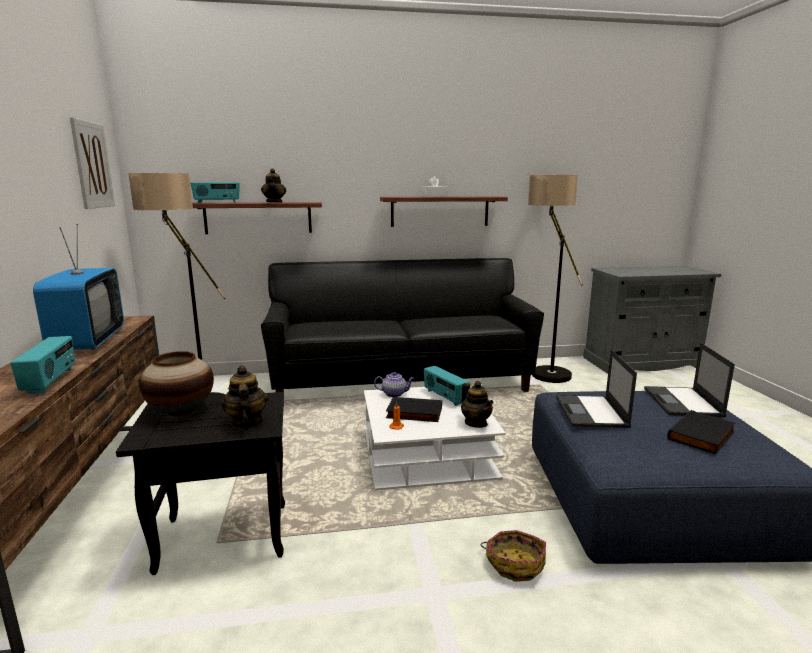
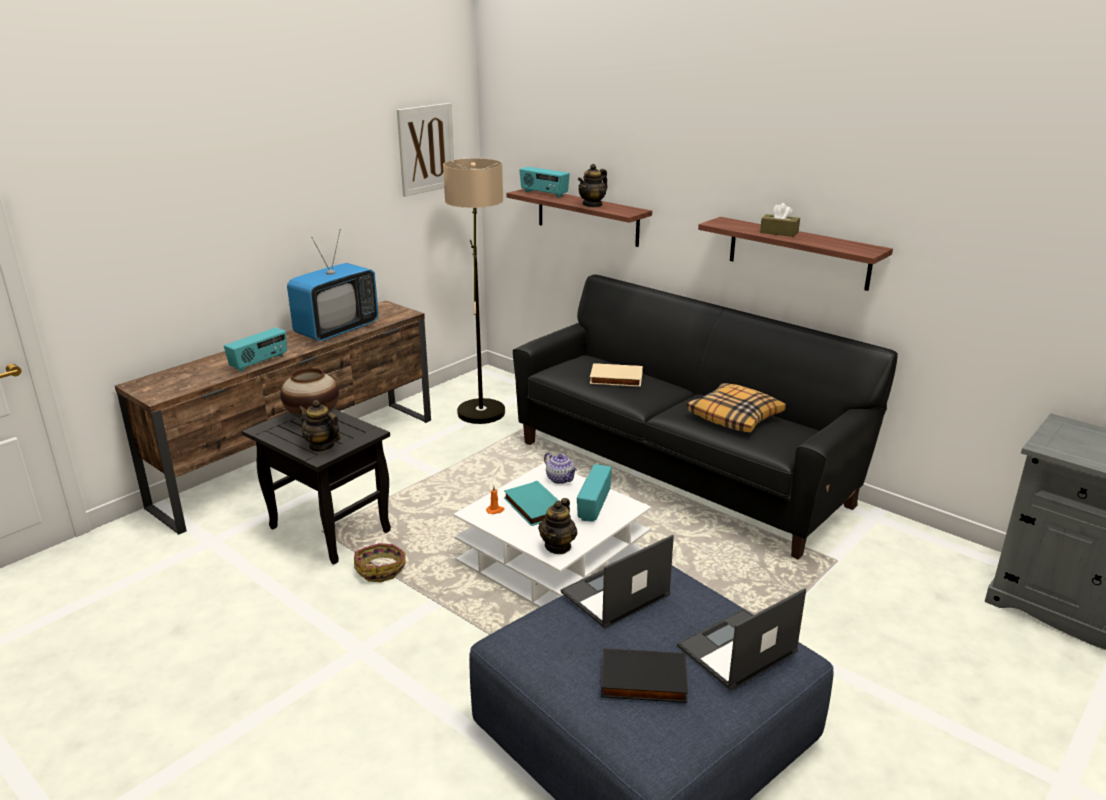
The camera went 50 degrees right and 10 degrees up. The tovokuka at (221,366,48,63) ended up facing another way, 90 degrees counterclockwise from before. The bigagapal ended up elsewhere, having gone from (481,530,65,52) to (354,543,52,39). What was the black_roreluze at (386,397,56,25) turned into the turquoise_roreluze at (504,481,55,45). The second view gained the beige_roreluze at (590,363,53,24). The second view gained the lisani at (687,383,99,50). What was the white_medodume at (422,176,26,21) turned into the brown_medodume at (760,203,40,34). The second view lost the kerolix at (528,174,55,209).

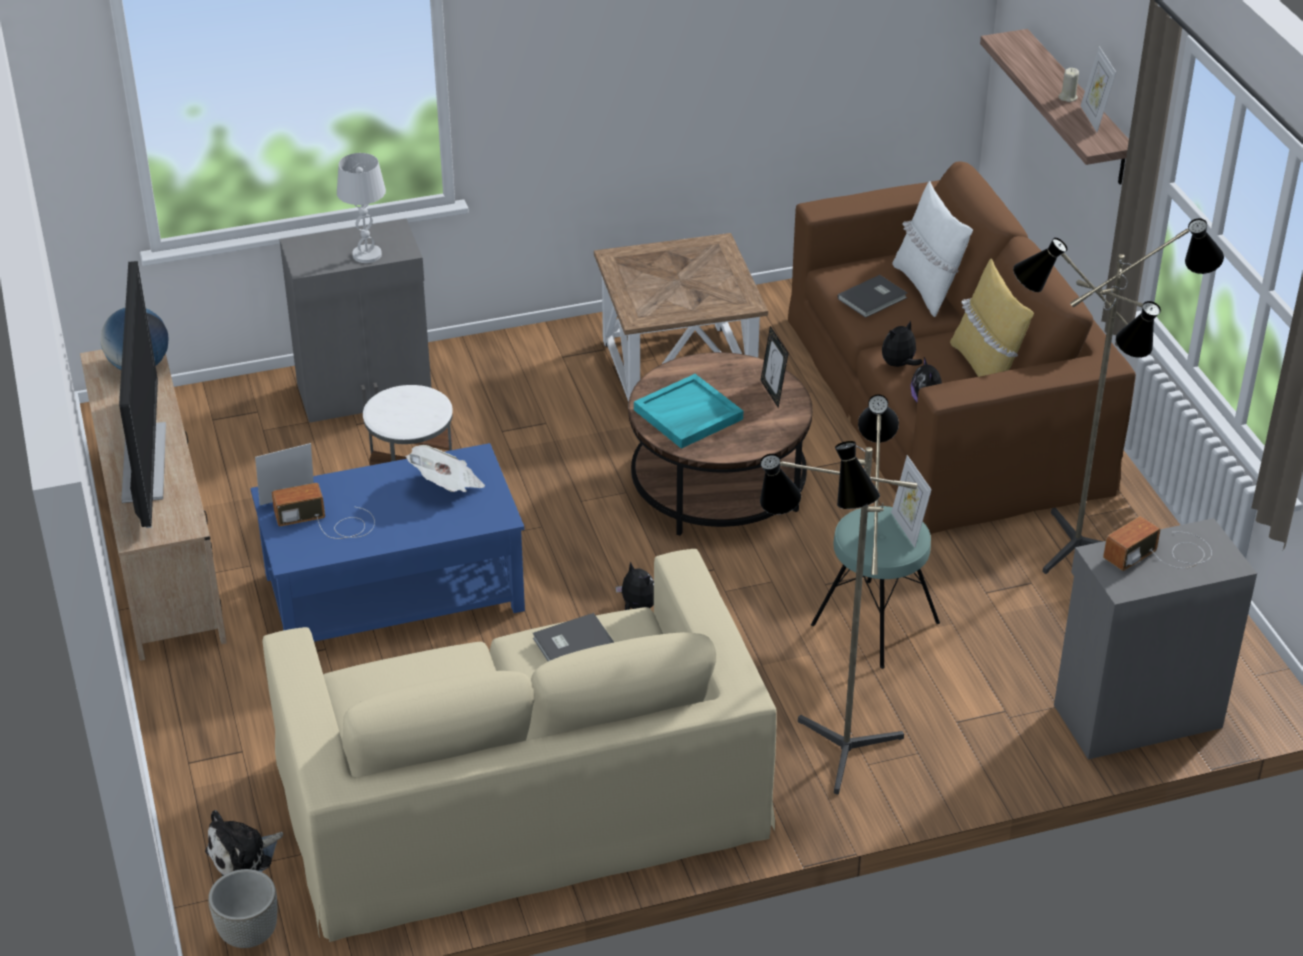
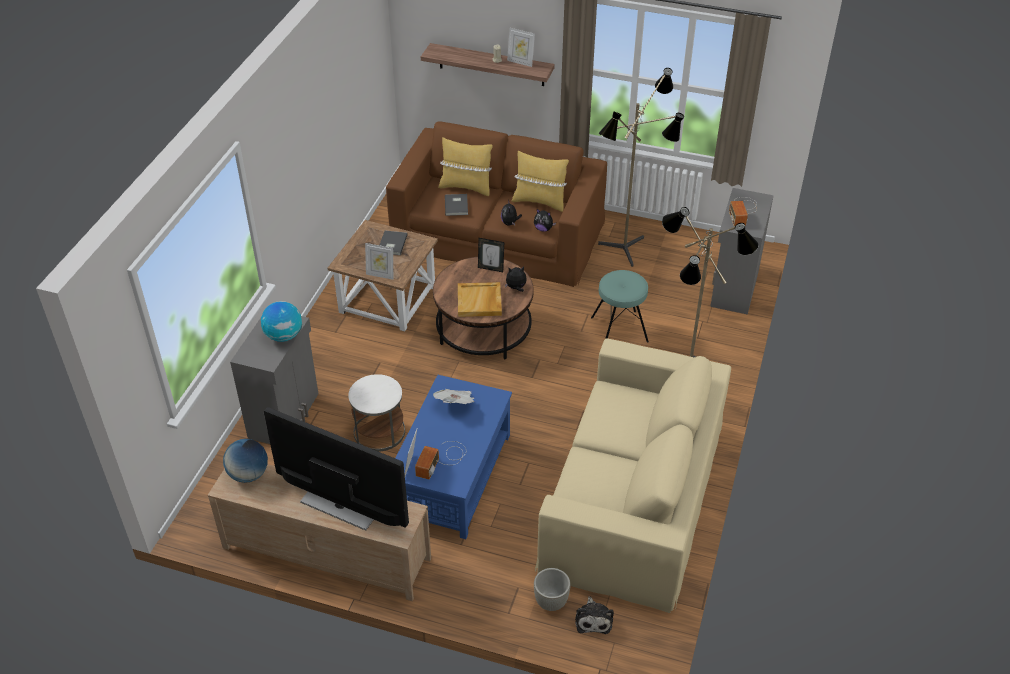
The camera went 55 degrees left and 5 degrees up. Where the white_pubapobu stood at (337,153,49,110), the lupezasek came to stand at (261,301,41,41). The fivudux ended up elsewhere, having gone from (891,455,41,93) to (365,243,28,37). The grey_roreluze ended up elsewhere, having gone from (533,613,81,48) to (380,231,28,24). What was the white_lisani at (892,181,81,136) turned into the yellow_lisani at (438,137,55,59). What was the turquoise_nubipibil at (634,374,109,75) turned into the beige_nubipibil at (458,282,44,35). The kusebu ended up elsewhere, having gone from (615,561,39,49) to (505,267,22,25). The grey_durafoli ended up elsewhere, having gone from (208,869,69,79) to (534,568,37,43).

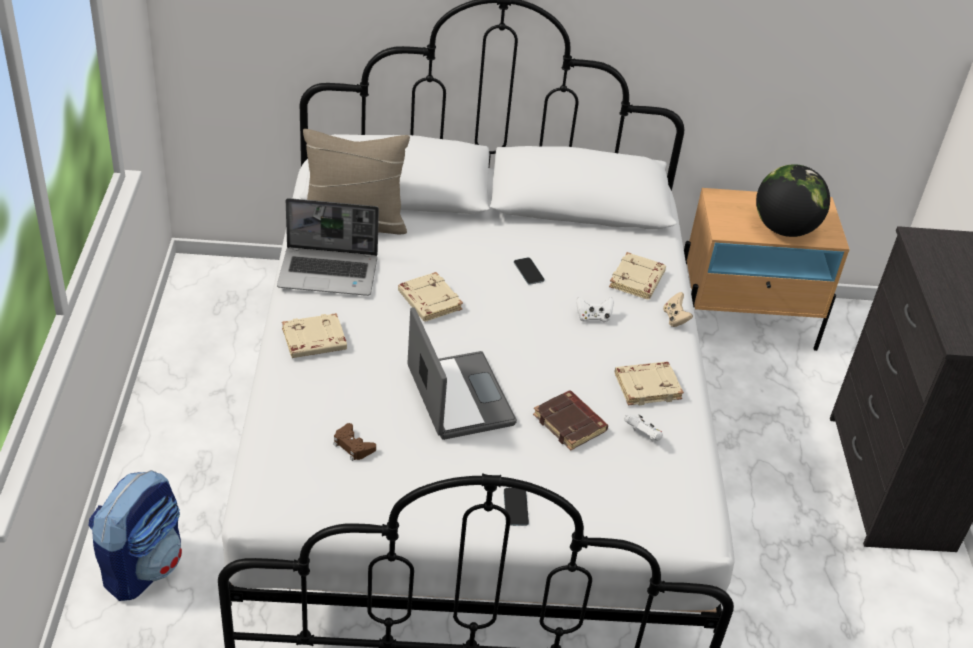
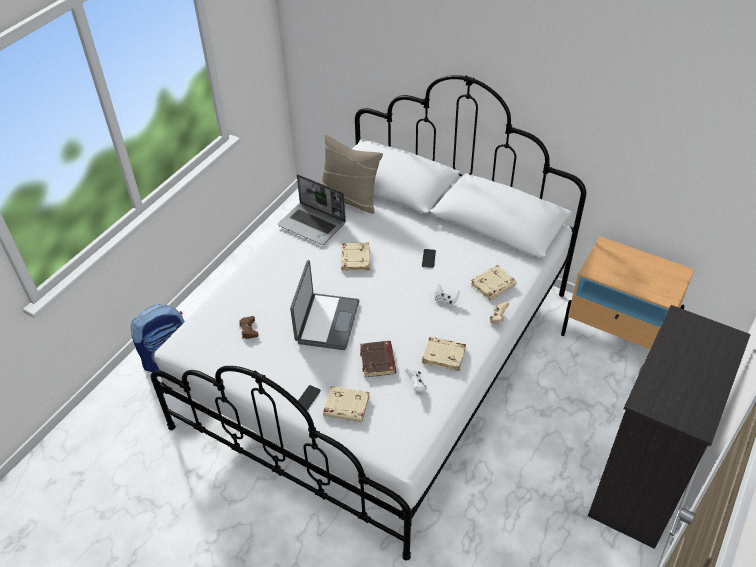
The camera went 35 degrees right and 5 degrees up. The beige_roreluze ended up elsewhere, having gone from (282,313,65,45) to (323,386,46,36). The second view lost the lupezasek at (756,164,74,73).

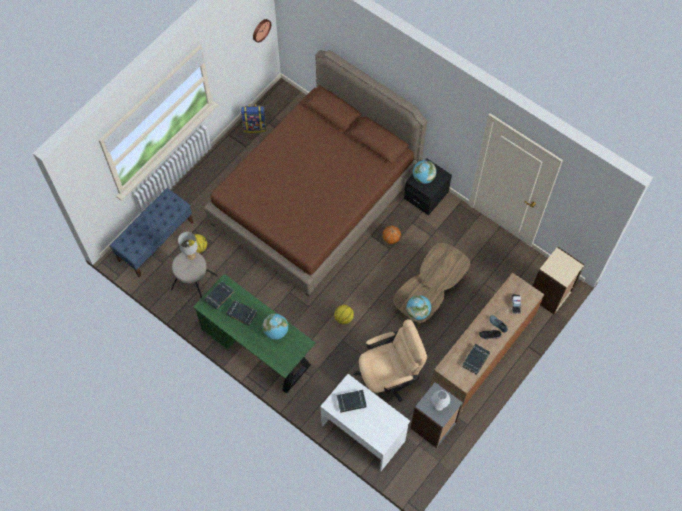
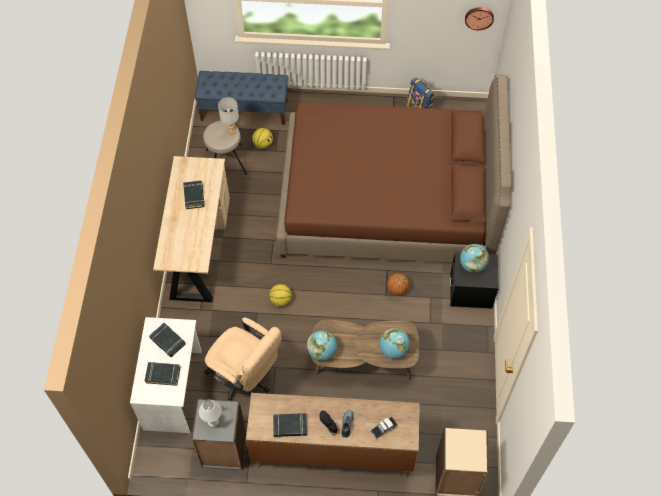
The camera went 55 degrees right and 5 degrees down. The black_roreluze ended up elsewhere, having gone from (205,281,29,29) to (145,362,35,24). What was the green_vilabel at (193,274,123,120) turned into the beige_vilabel at (153,156,77,146). The lupezasek ended up elsewhere, having gone from (262,314,26,26) to (379,328,31,31).

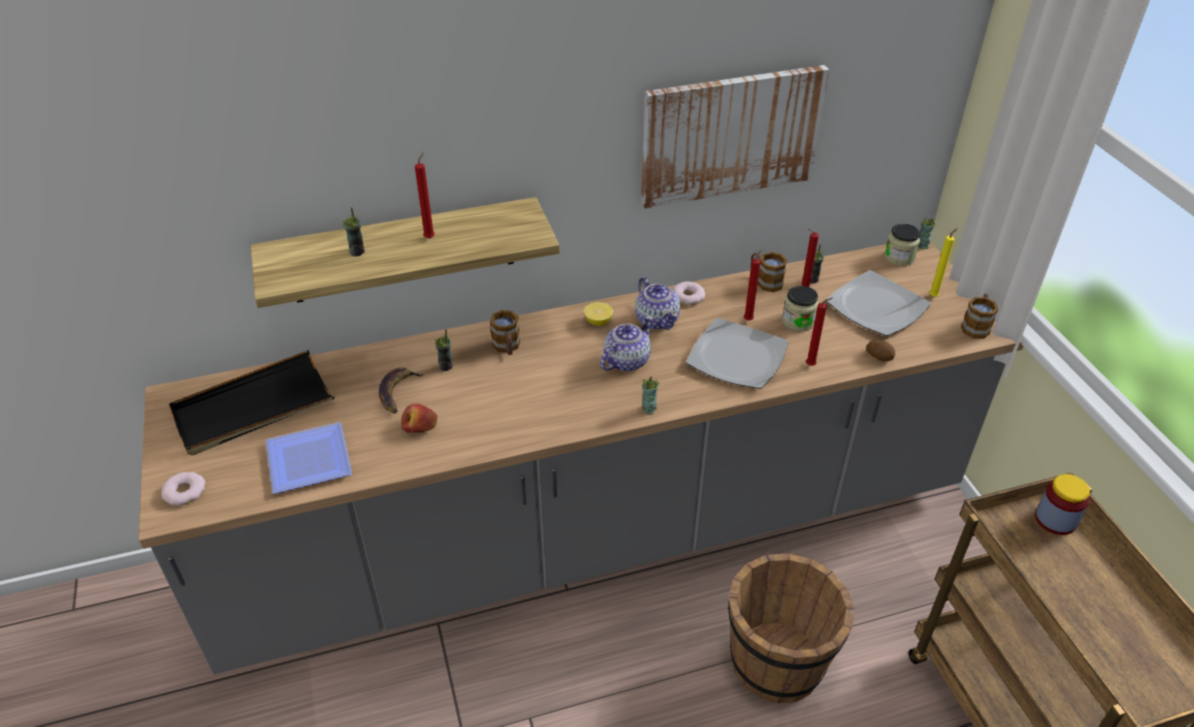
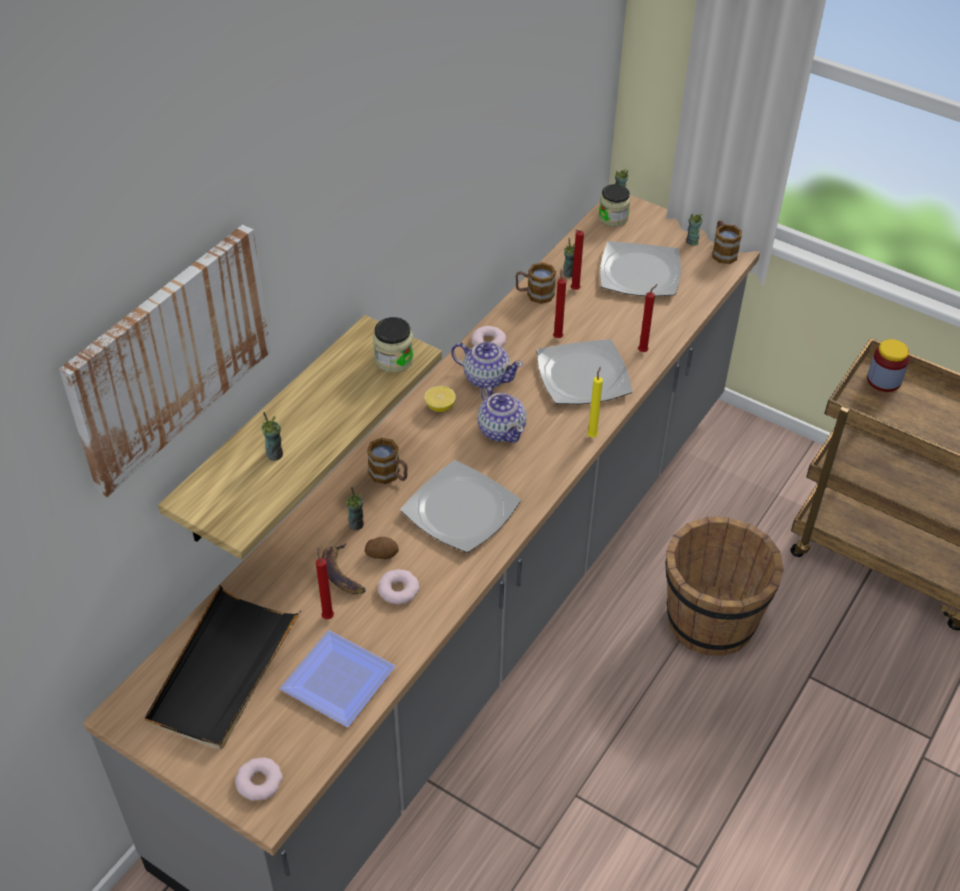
The camera went 40 degrees left and 5 degrees up. The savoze ended up elsewhere, having gone from (641,65,188,144) to (59,225,212,272). The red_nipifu ended up elsewhere, having gone from (415,152,20,87) to (316,547,18,72). The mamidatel ended up elsewhere, having gone from (866,339,29,23) to (365,537,34,22). The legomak ended up elsewhere, having gone from (782,286,37,46) to (373,317,41,56). Where the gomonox stood at (401,403,36,30), the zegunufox came to stand at (378,569,41,35). The second view gained the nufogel at (401,460,120,93). The tovokuka at (600,316,53,55) ended up facing another way, 150 degrees clockwise from before. The yellow_nipifu ended up elsewhere, having gone from (929,228,29,69) to (587,367,16,70). The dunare ended up elsewhere, having gone from (642,376,17,38) to (686,213,16,33).

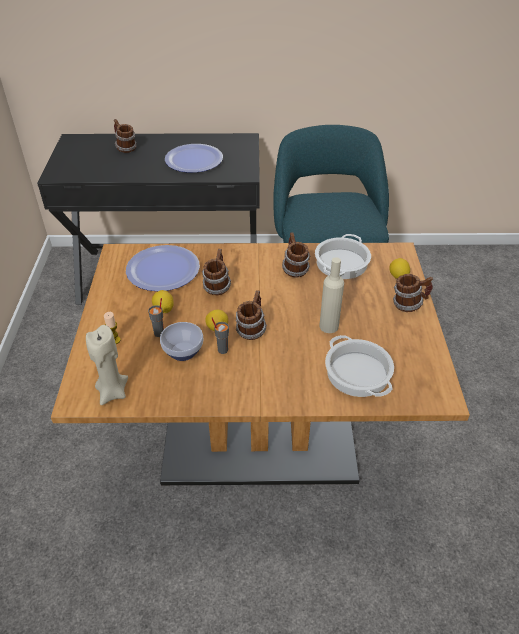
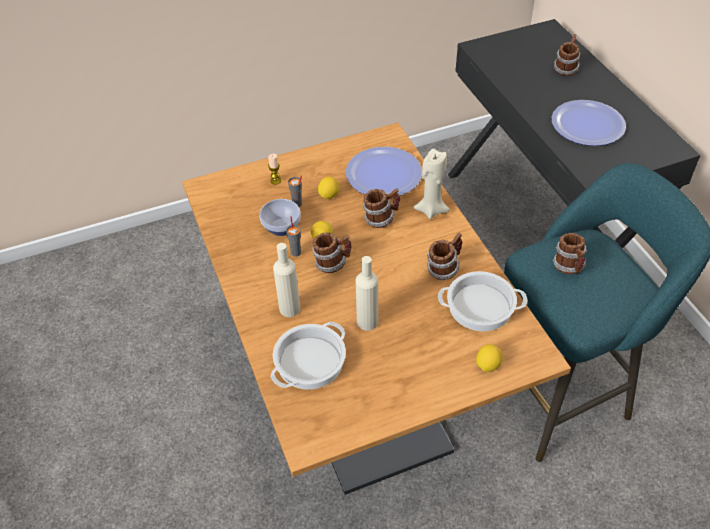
The camera went 70 degrees right and 5 degrees up. The second view gained the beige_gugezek at (273,243,27,74). The beige_nipifu ended up elsewhere, having gone from (86,325,42,80) to (413,149,37,70). The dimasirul ended up elsewhere, having gone from (393,274,40,38) to (553,233,34,41).

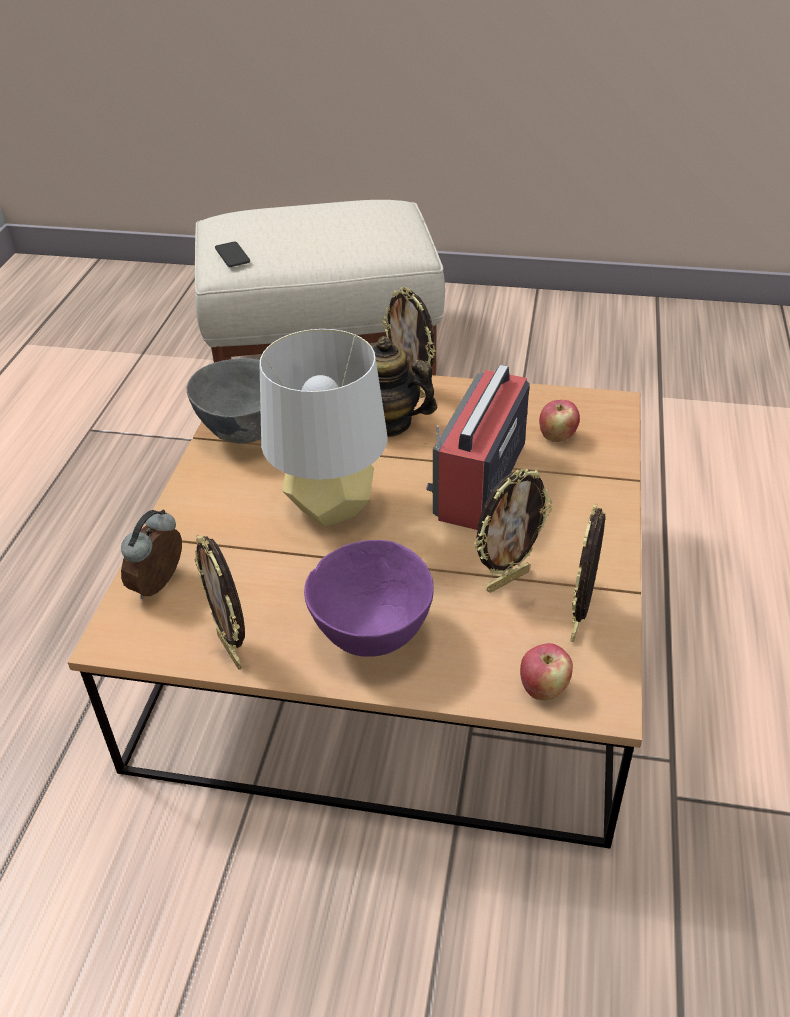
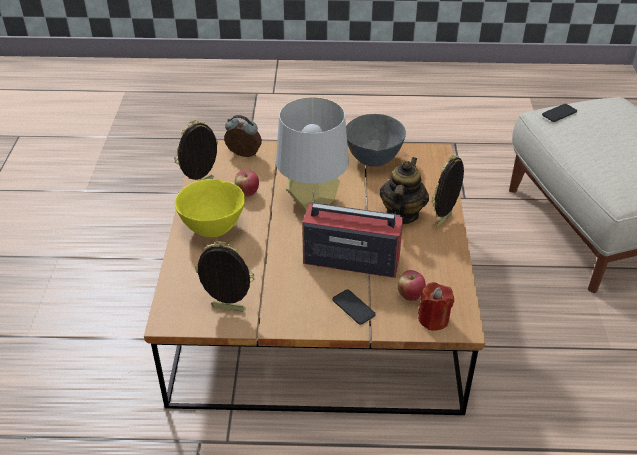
The camera went 80 degrees right and 0 degrees up. What was the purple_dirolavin at (304,540,130,117) turned into the yellow_dirolavin at (175,179,70,58). The gomonox ended up elsewhere, having gone from (520,643,53,57) to (235,170,24,27). The second view gained the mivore at (333,290,43,35). The second view gained the red_nipifu at (418,282,36,49). The second view lost the fivudux at (474,469,78,124).

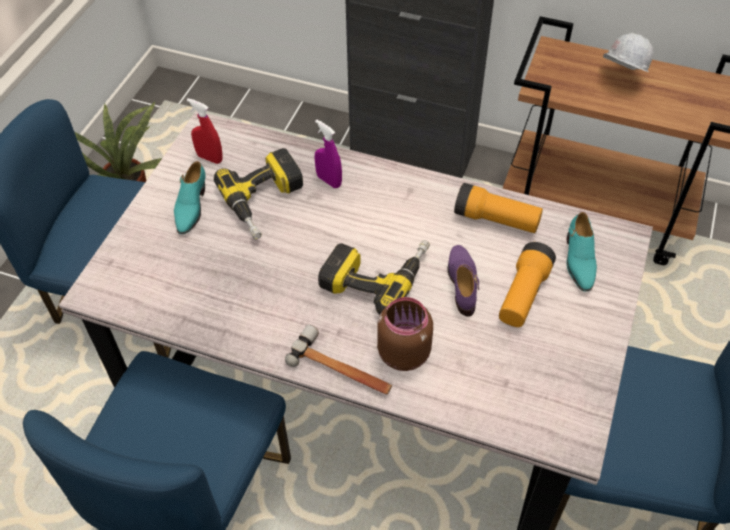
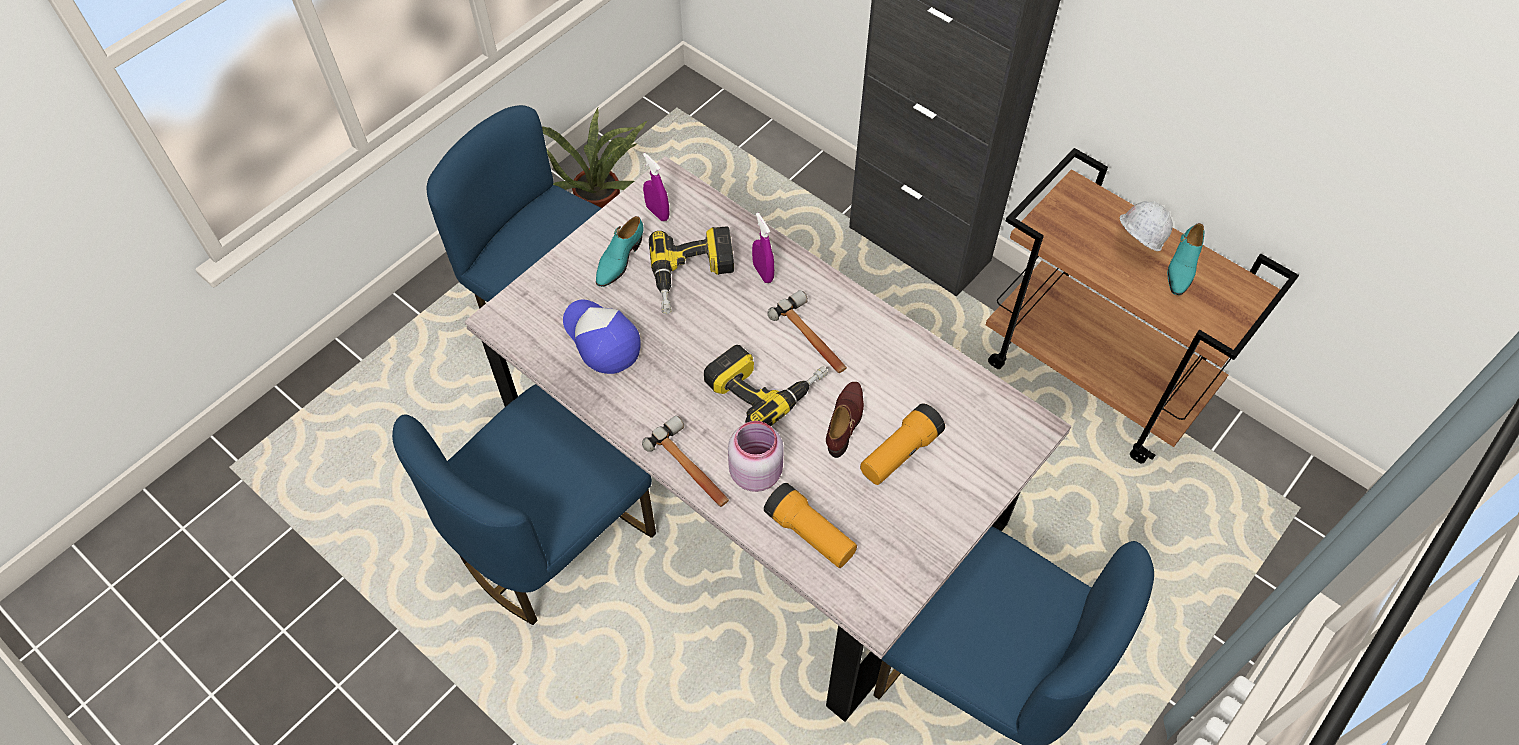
The camera went 20 degrees right and 5 degrees up. The second view gained the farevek at (563,299,78,75). What was the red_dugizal at (187,98,36,66) turned into the purple_dugizal at (643,153,27,68). What was the brown_legomak at (377,297,56,74) turned into the pink_legomak at (728,421,56,71). The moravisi ended up elsewhere, having gone from (454,183,89,50) to (764,483,93,85). The second view gained the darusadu at (768,290,79,83). What was the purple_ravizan at (448,245,31,72) turned into the brown_ravizan at (826,382,38,76). The turquoise_ravizan ended up elsewhere, having gone from (566,212,31,80) to (1167,223,37,72).

